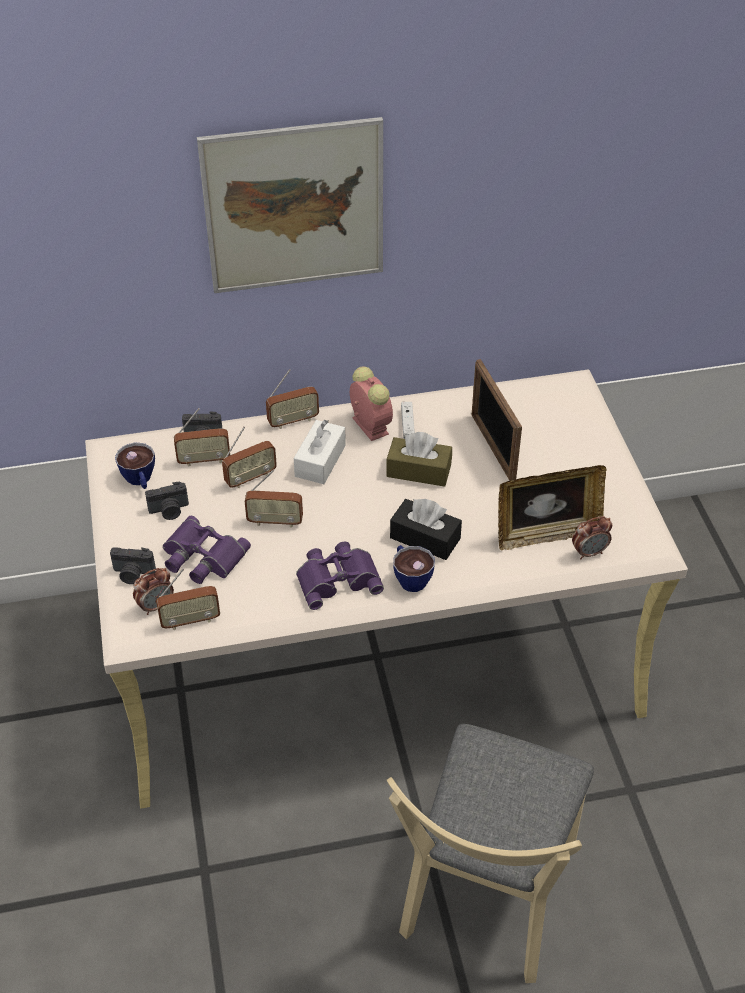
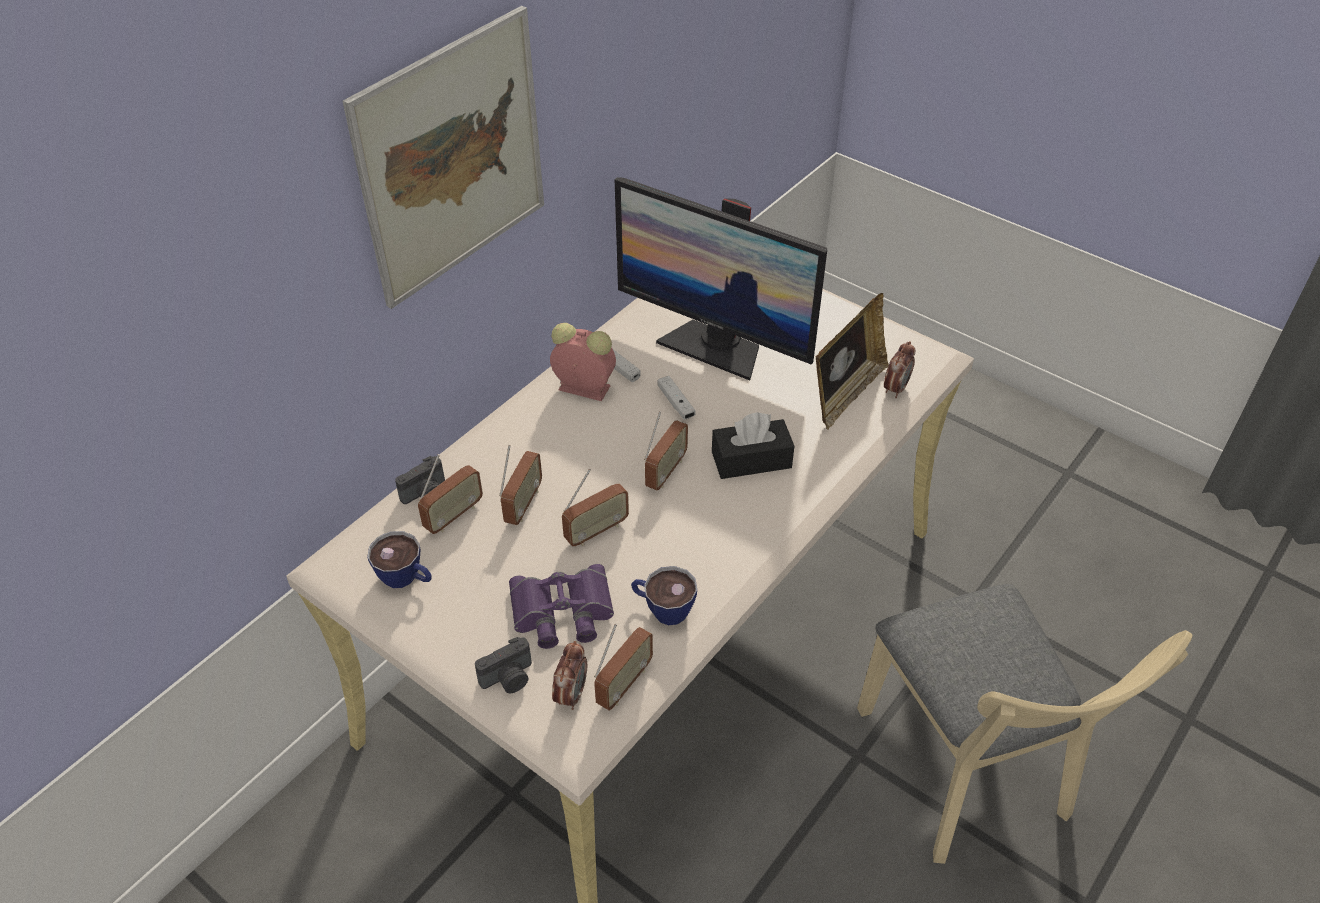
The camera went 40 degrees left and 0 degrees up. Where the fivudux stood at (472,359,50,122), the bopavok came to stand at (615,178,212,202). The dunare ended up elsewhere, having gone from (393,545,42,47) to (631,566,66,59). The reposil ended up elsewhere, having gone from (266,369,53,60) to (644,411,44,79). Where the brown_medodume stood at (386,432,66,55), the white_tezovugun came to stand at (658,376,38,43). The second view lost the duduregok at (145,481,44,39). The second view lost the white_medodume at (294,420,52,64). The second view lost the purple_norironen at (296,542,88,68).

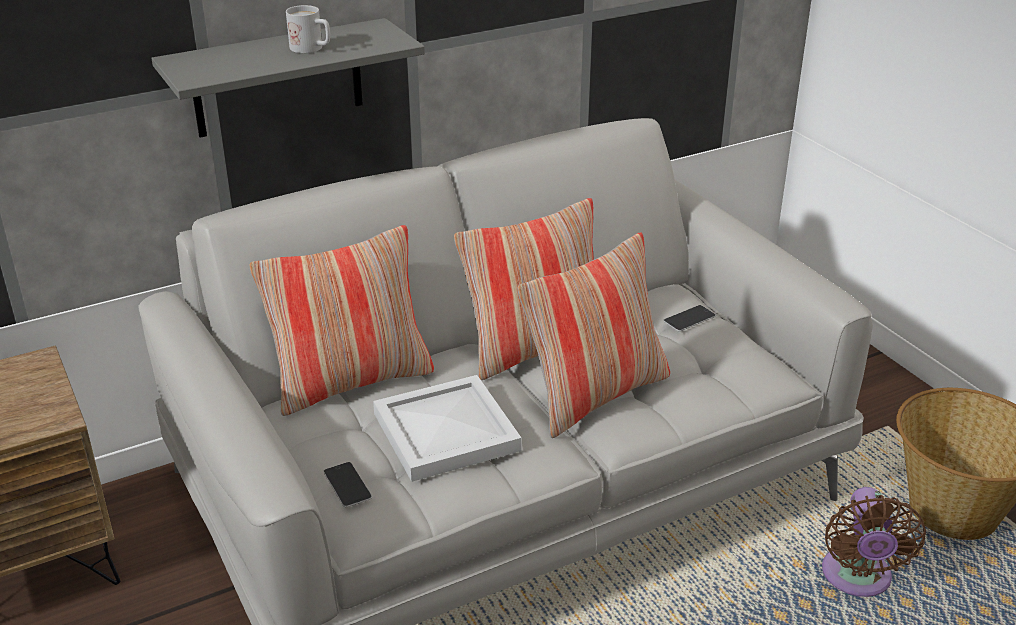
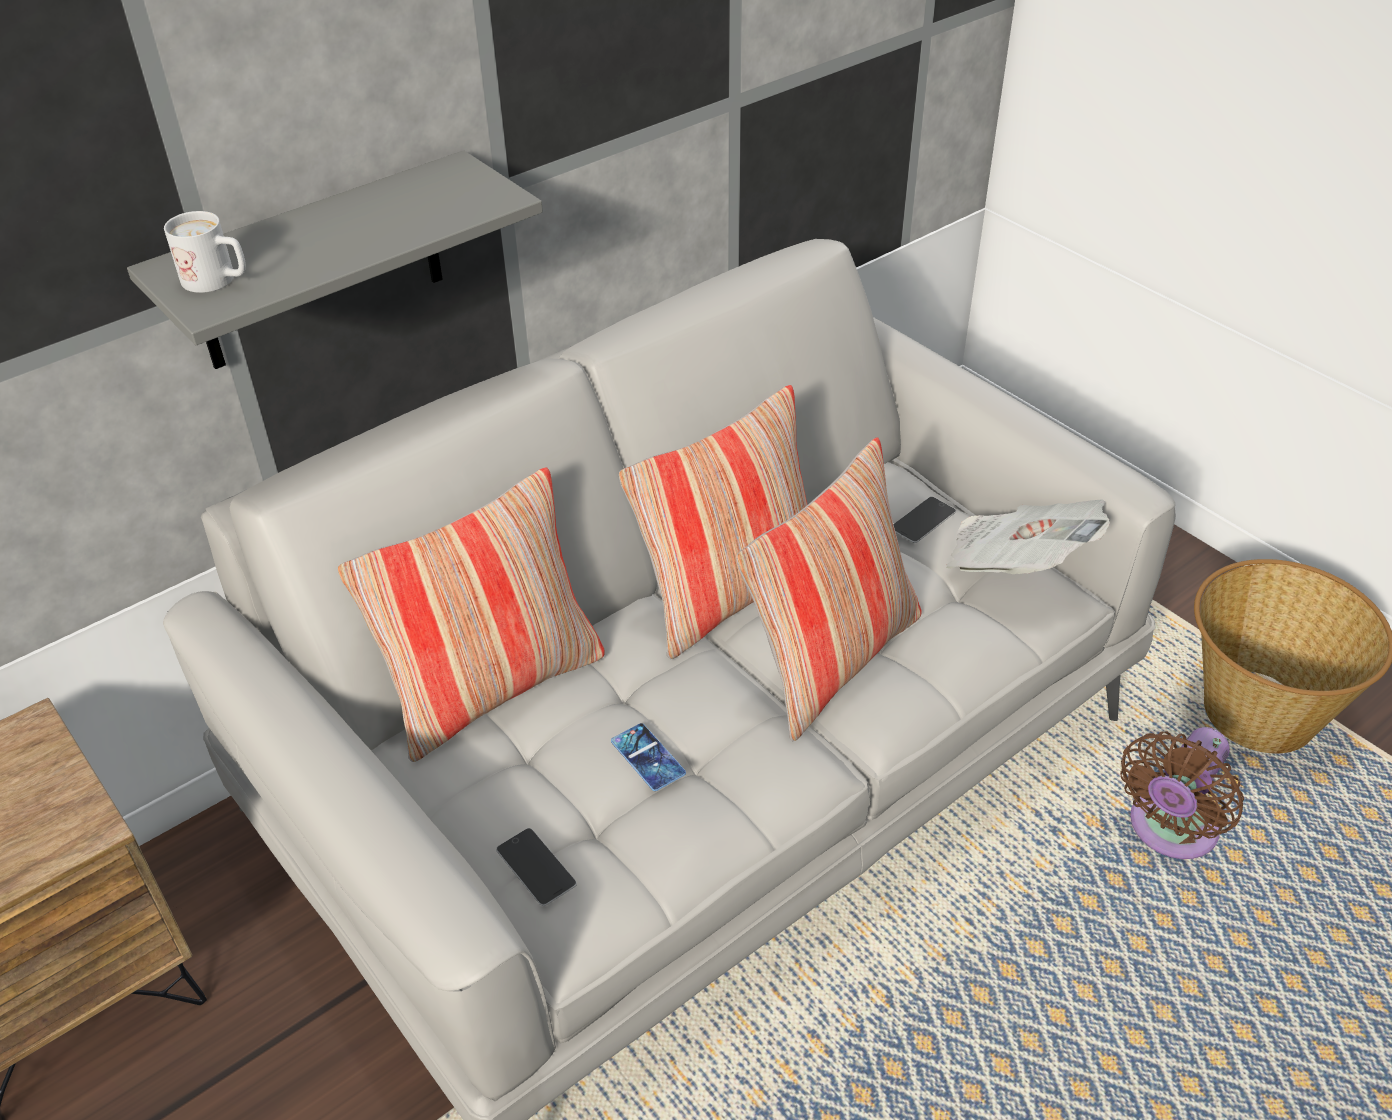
The camera went 10 degrees left and 10 degrees up. The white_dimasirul ended up elsewhere, having gone from (286,5,44,48) to (164,211,82,82). Where the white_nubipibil stood at (373,375,149,107), the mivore came to stand at (611,723,75,68). The second view gained the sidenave at (946,499,164,75). The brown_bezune at (822,487,104,110) ended up facing another way, 45 degrees clockwise from before.

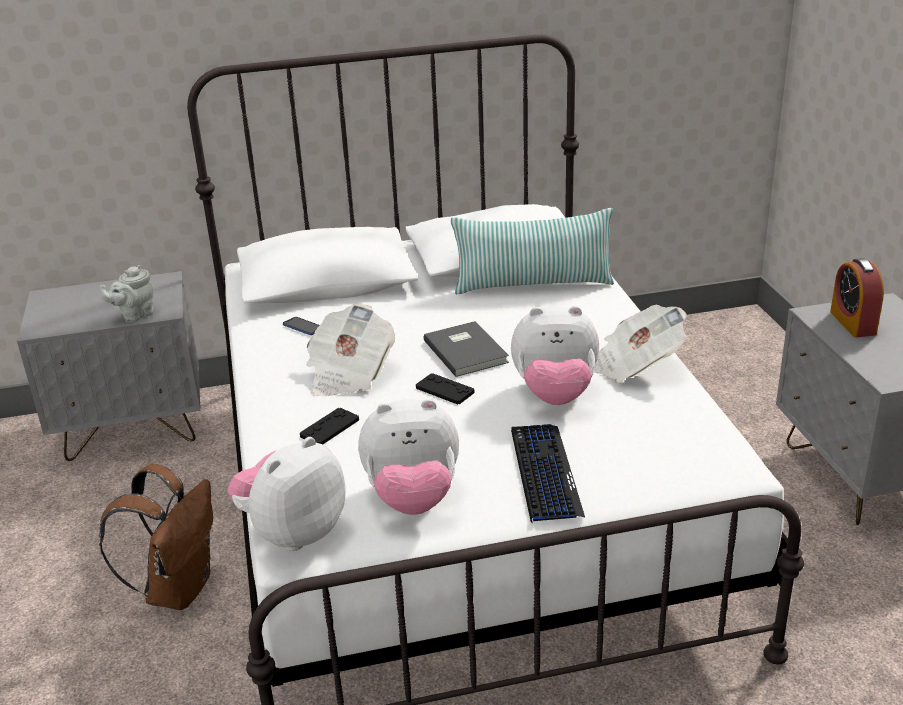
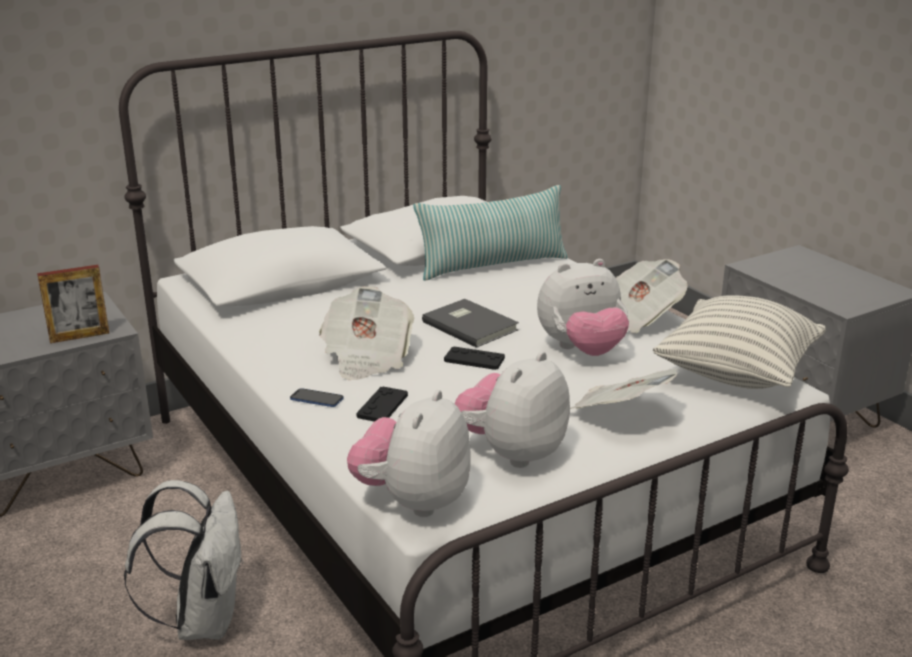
The camera went 20 degrees left and 5 degrees down. Where the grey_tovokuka stood at (100,265,54,57), the fivudux came to stand at (37,265,72,78). What was the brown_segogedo at (99,464,114,146) turned into the white_segogedo at (124,480,120,160). The mivore ended up elsewhere, having gone from (283,317,37,18) to (290,388,54,19). The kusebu at (358,399,101,116) ended up facing another way, 150 degrees clockwise from before. Where the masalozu stood at (511,424,74,99), the sidenave came to stand at (570,368,110,41). The second view gained the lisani at (653,295,173,94). The second view lost the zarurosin at (830,258,54,79).

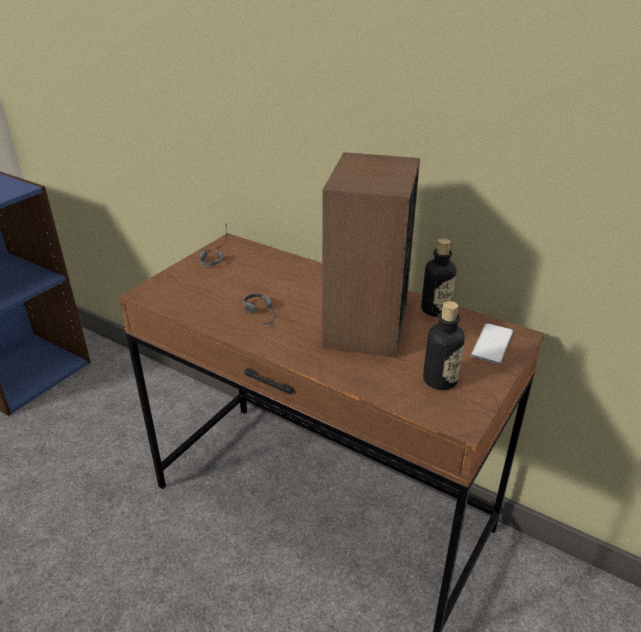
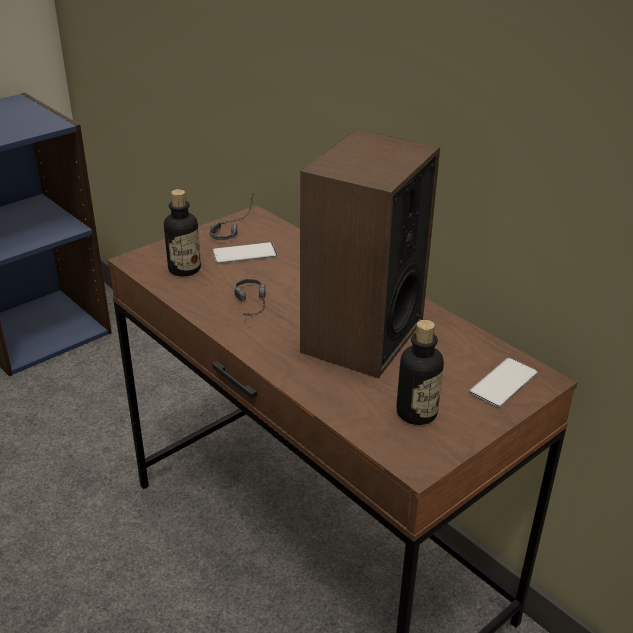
The camera went 15 degrees right and 0 degrees up. The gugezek ended up elsewhere, having gone from (421,238,35,79) to (164,189,37,87). The second view gained the mivore at (212,242,65,22).

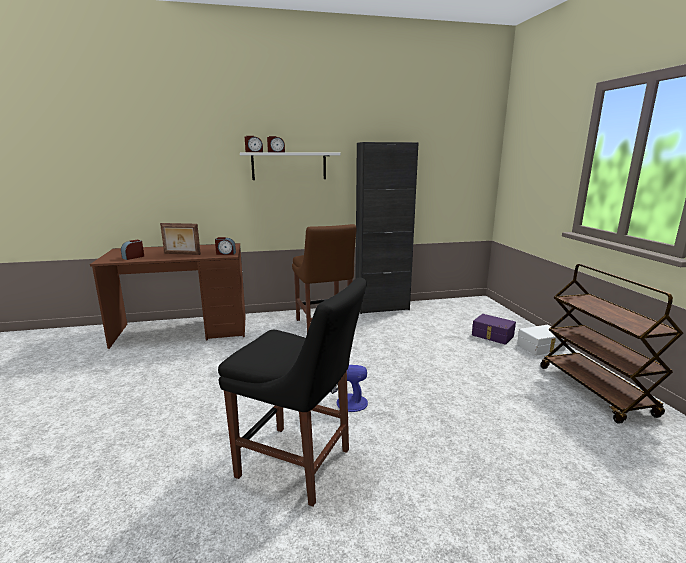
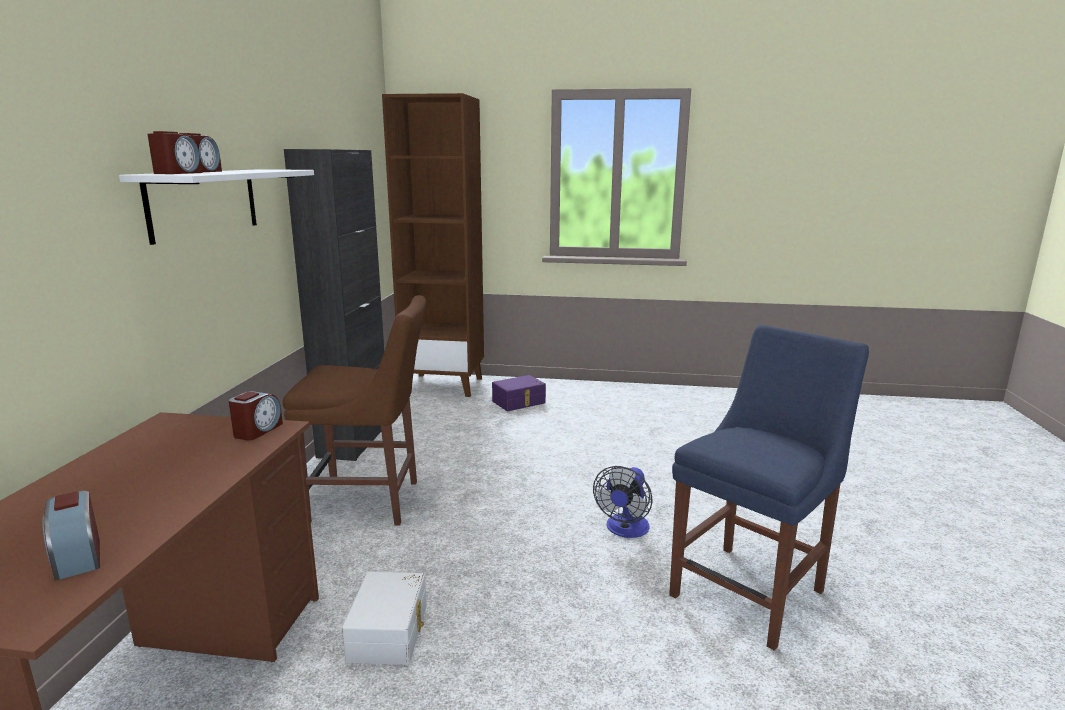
The camera went 70 degrees left and 0 degrees up. The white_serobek ended up elsewhere, having gone from (517,325,49,30) to (342,572,85,93). The second view gained the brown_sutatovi at (382,93,102,304). What was the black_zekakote at (218,278,149,229) turned into the blue_zekakote at (669,325,200,326). The second view lost the fivudux at (160,223,41,32). The second view lost the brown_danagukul at (540,264,143,160).

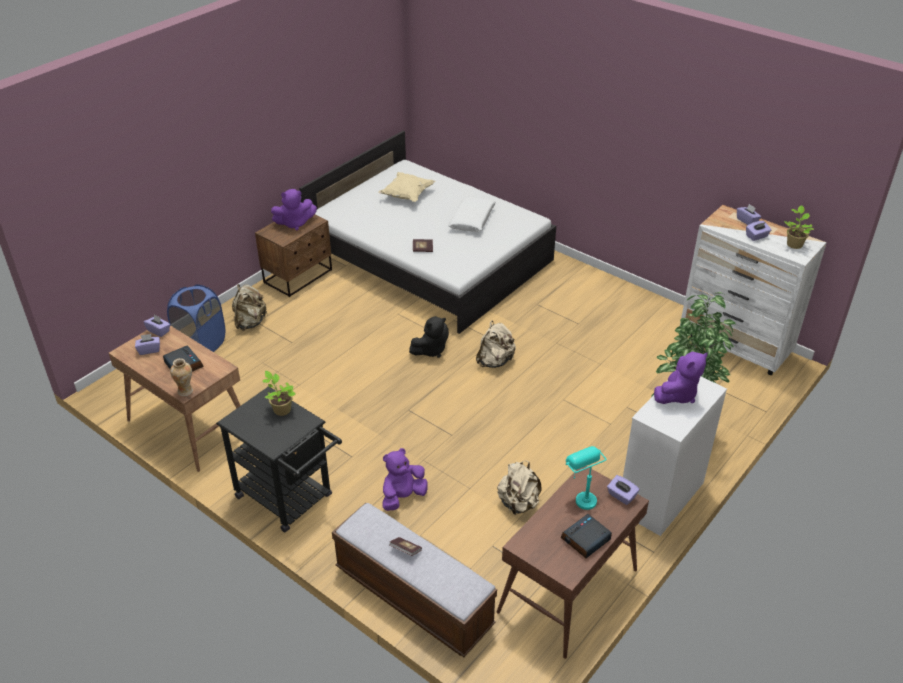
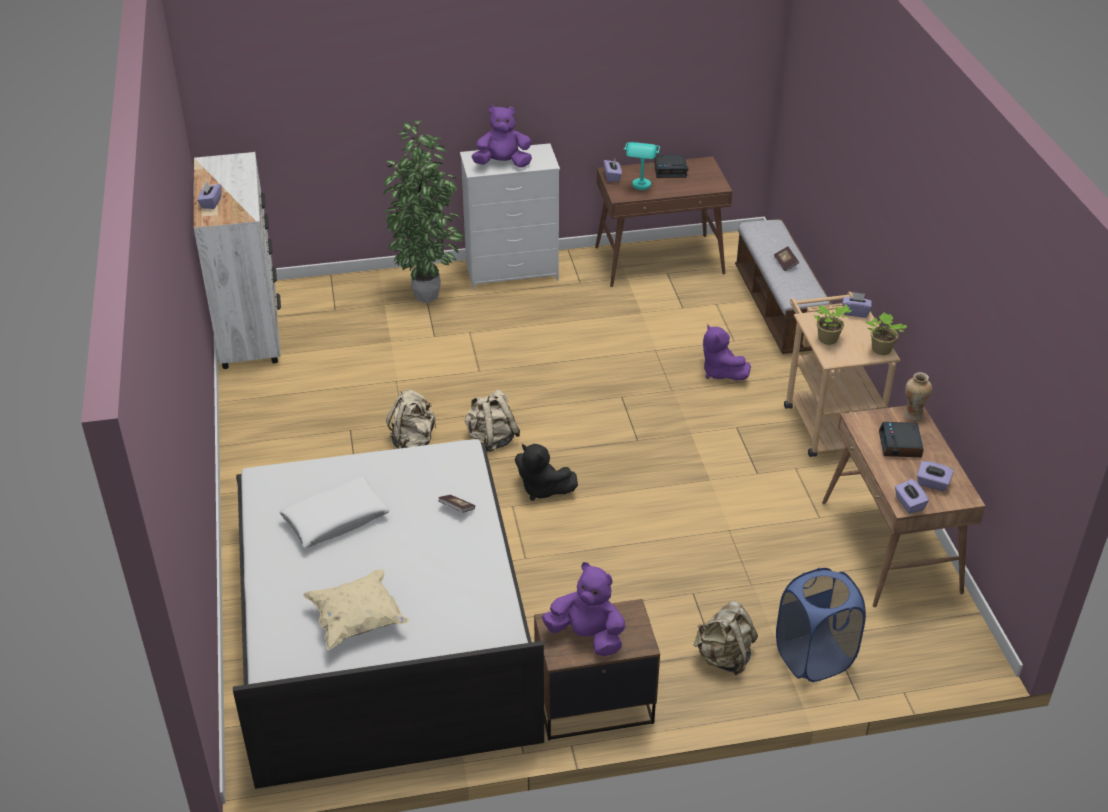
The camera went 140 degrees left and 0 degrees up. The beige_segogedo ended up elsewhere, having gone from (497,461,45,54) to (386,390,50,59). The black_kusebu at (409,316,40,42) ended up facing another way, 150 degrees counterclockwise from before. The purple_kusebu at (382,448,46,63) ended up facing another way, 60 degrees clockwise from before. What was the black_danagukul at (216,386,126,146) turned into the beige_danagukul at (784,292,117,165). The purple_medodume ended up elsewhere, having gone from (746,221,26,20) to (842,292,30,26). The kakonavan ended up elsewhere, having gone from (784,205,30,44) to (865,313,42,42).

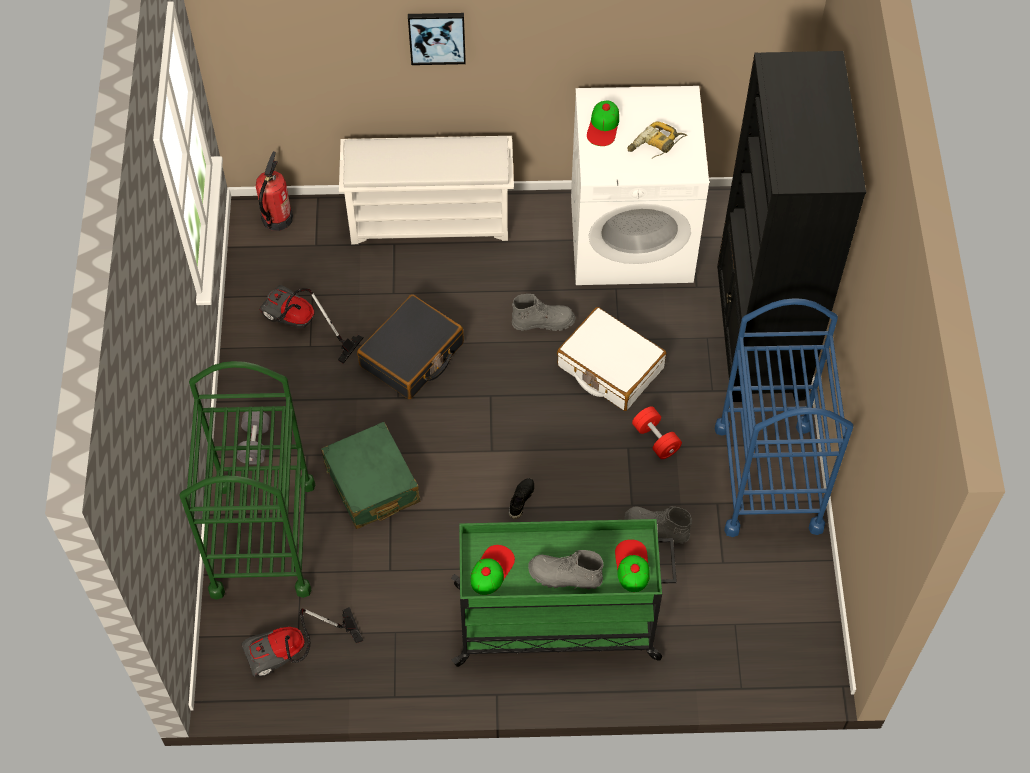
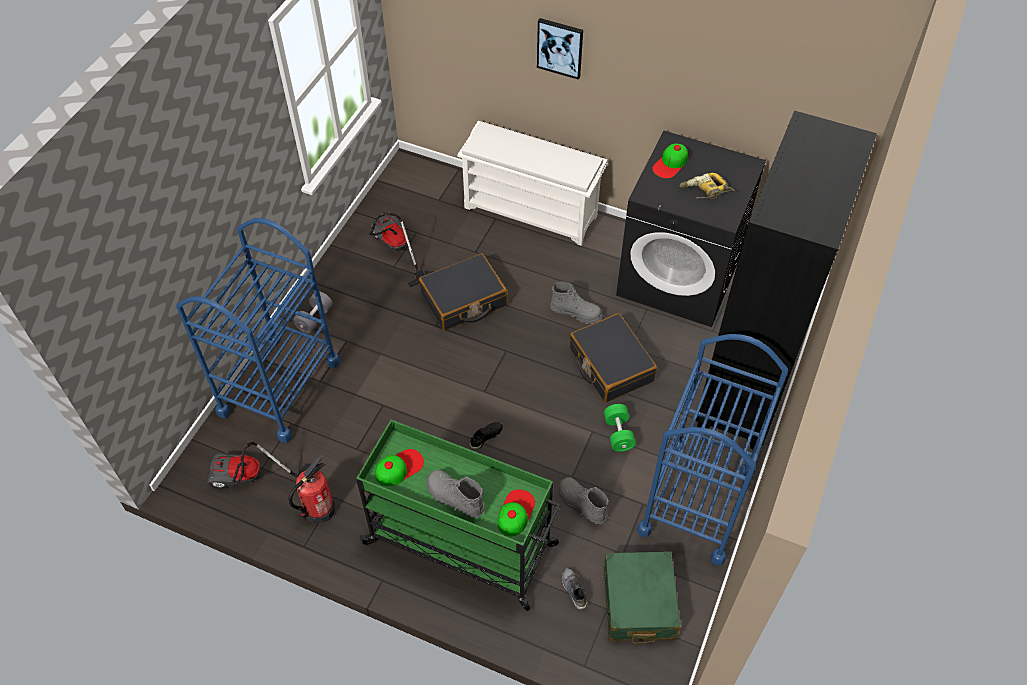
The camera went 25 degrees right and 5 degrees down. What was the green_danagukul at (180,361,135,239) turned into the blue_danagukul at (176,218,164,225). The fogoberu ended up elsewhere, having gone from (256,151,37,80) to (288,455,47,69). The second view gained the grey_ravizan at (562,568,25,42). What was the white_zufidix at (557,307,110,104) turned into the black_zufidix at (570,313,87,90). The green_zufidix ended up elsewhere, having gone from (321,422,99,107) to (602,551,79,93). What was the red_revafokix at (632,406,50,53) turned into the green_revafokix at (604,404,32,48). What was the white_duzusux at (571,86,138,199) turned into the black_duzusux at (616,131,150,196).

